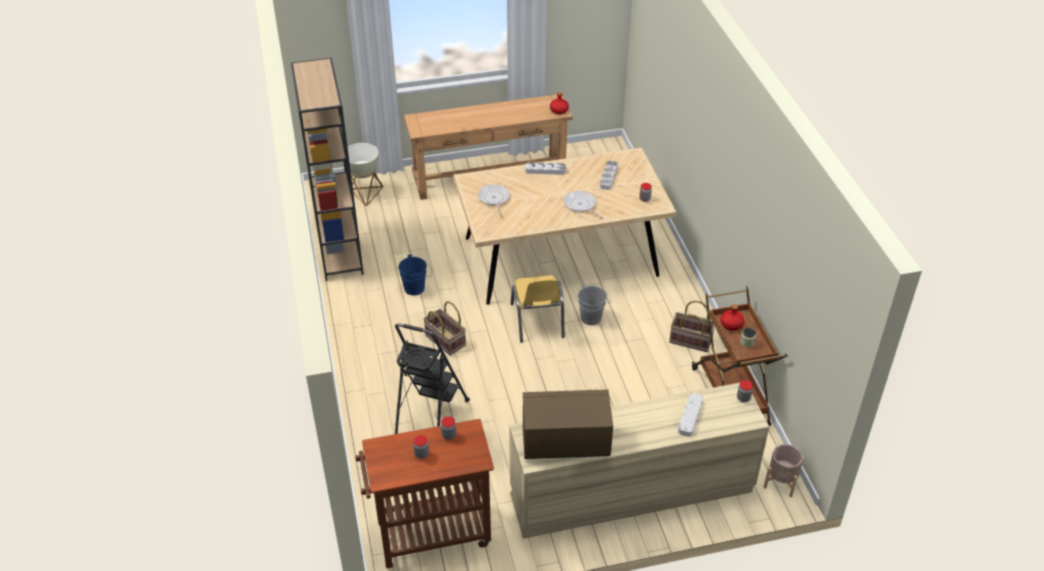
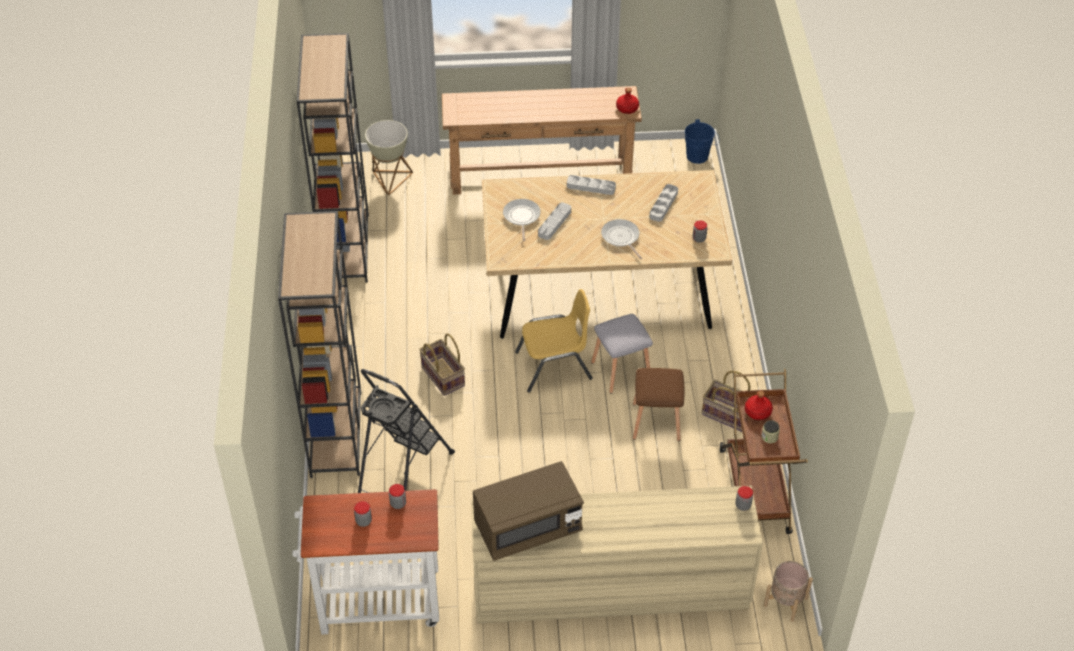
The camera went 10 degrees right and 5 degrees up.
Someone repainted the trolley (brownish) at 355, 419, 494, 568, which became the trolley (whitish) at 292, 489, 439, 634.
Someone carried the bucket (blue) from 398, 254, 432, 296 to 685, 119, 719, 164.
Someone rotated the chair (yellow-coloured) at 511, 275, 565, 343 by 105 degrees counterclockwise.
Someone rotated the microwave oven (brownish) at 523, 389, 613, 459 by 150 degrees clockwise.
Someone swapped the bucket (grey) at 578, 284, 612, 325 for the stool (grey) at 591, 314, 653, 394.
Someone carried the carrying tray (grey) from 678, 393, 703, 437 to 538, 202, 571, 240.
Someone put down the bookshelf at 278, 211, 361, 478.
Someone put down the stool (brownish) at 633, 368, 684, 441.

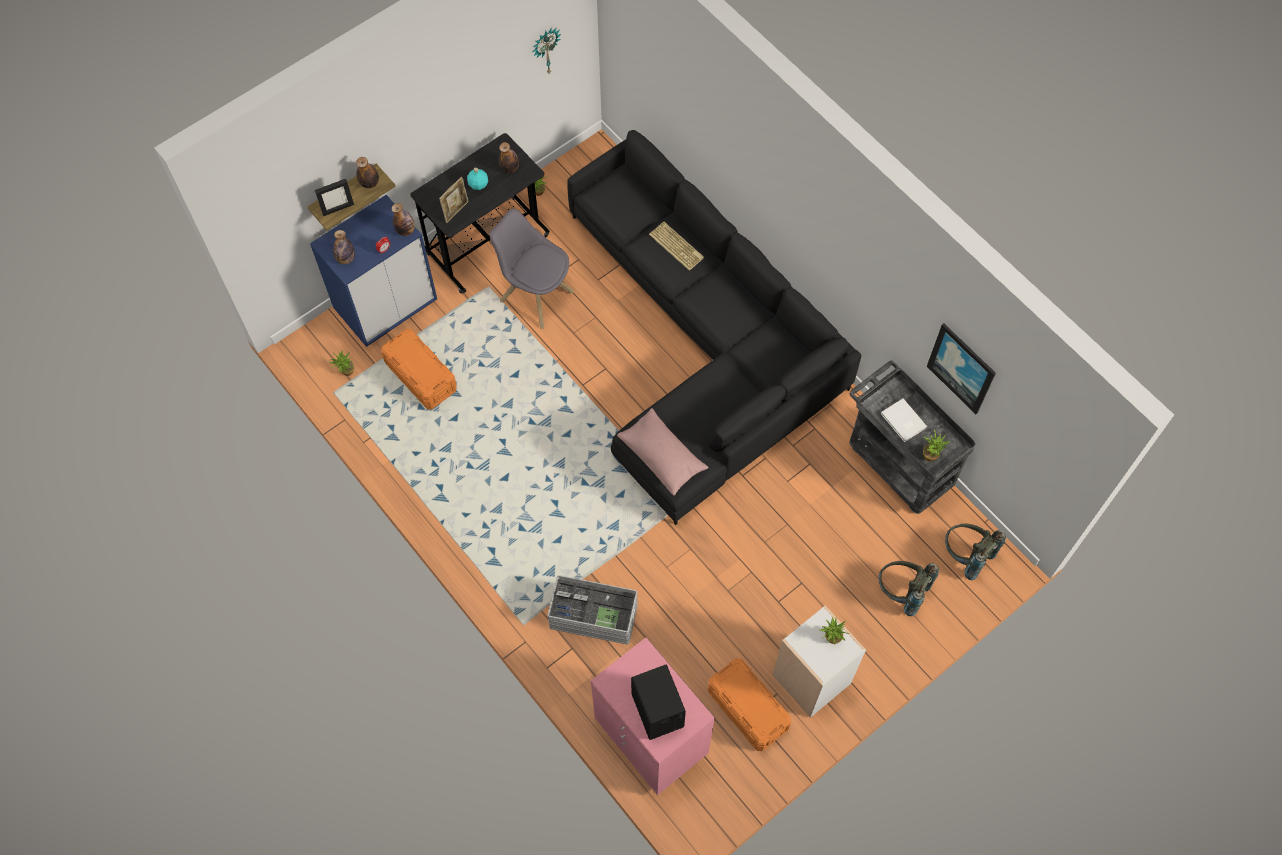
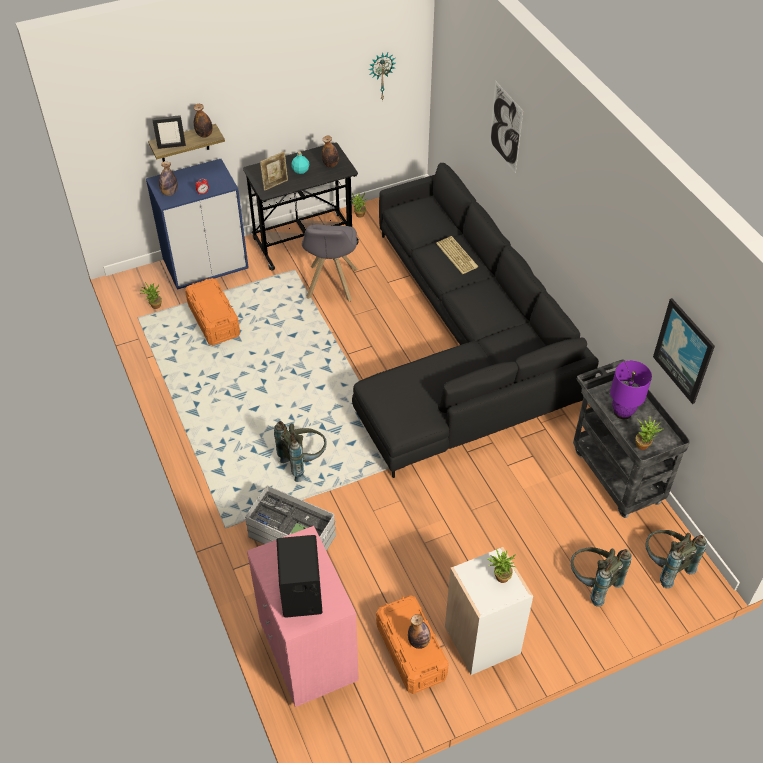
The camera went 15 degrees right and 15 degrees down.
Someone carried the beverage bottle from 391, 203, 415, 236 to 408, 614, 431, 649.
Someone rotated the chair (grey) at 490, 208, 574, 329 by 135 degrees counterclockwise.
Someone took away the throw pillow (pink) at 617, 408, 709, 496.
Someone swapped the book (whitish) at 881, 398, 927, 442 for the table lamp (purple-coloured) at 610, 361, 652, 419.
Someone put down the rucksack (grey) at 274, 421, 327, 482.
Someone put up the wall art at 489, 81, 523, 173.

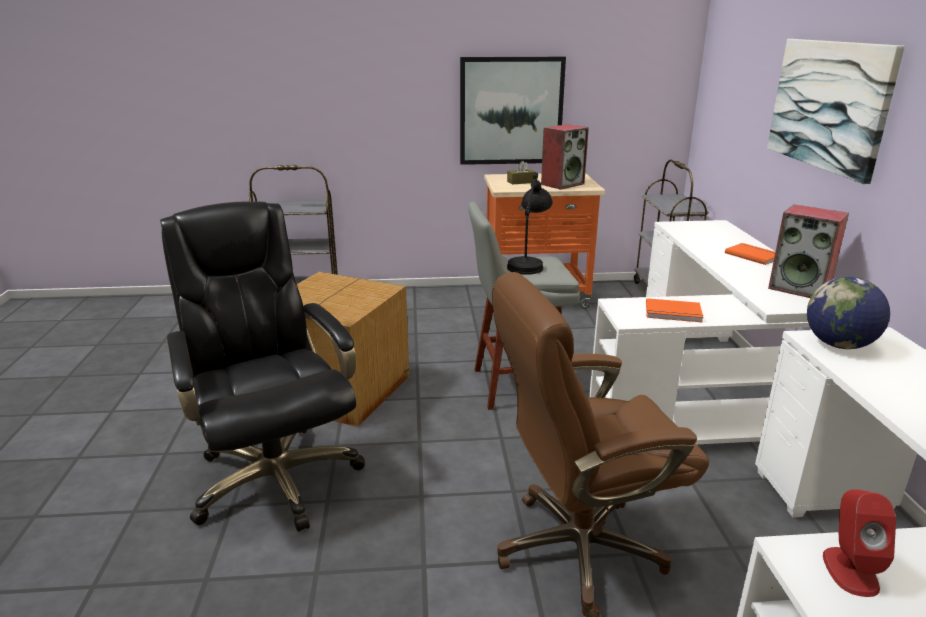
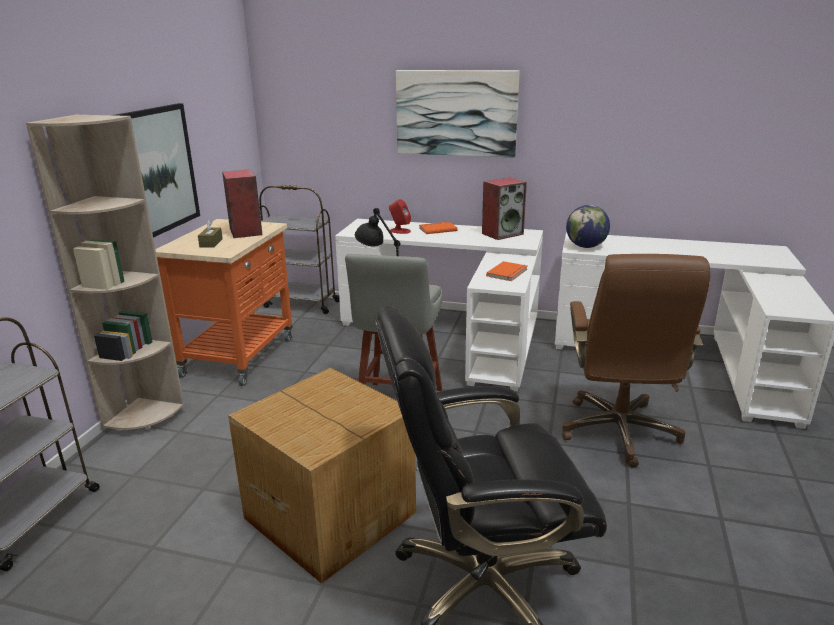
The camera went 70 degrees left and 0 degrees up.
Someone carried the audio speaker (reddish) from 823, 489, 896, 597 to 389, 199, 411, 234.
Someone put down the bookshelf (beige) at 26, 115, 184, 431.

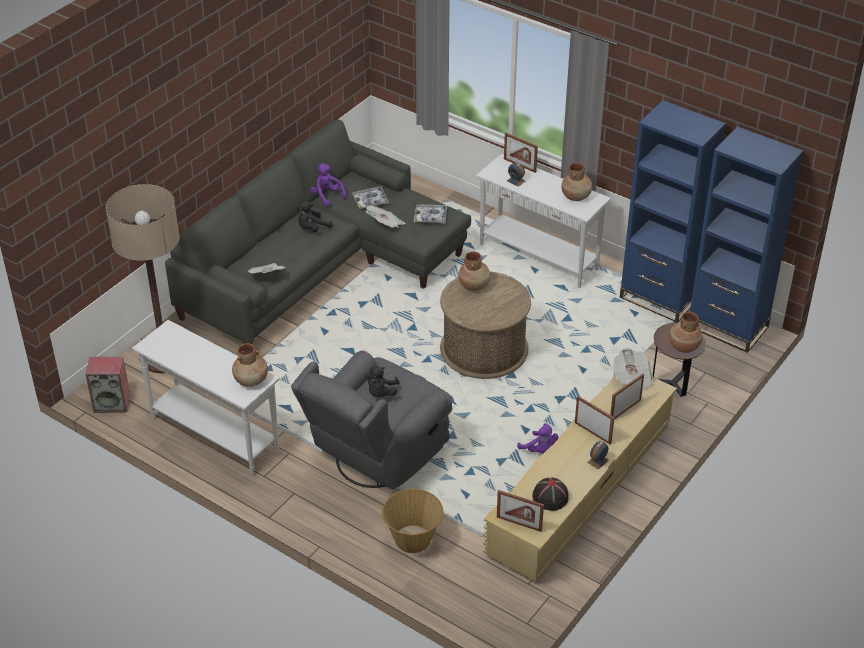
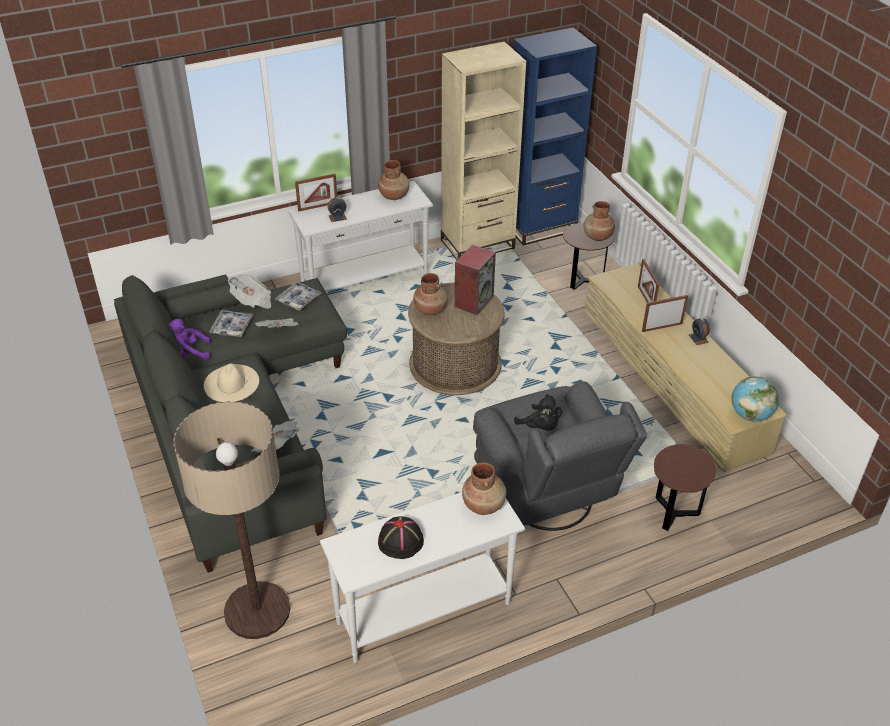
The camera went 60 degrees left and 0 degrees up.
Someone carried the audio speaker from 86, 357, 130, 413 to 454, 245, 496, 315.
Someone swapped the cuddly toy (black-coloured) at 297, 200, 333, 232 for the wearable hat (beige) at 204, 363, 259, 402.
Someone swapped the household basket at 382, 489, 443, 553 for the accent table (brownish) at 654, 444, 716, 531.
Someone swapped the standing frame at 497, 490, 544, 532 for the globe at 732, 376, 779, 422.
Someone took away the cuddly toy (purple-coloured) at 517, 423, 558, 454.
Someone carried the wearable hat (black-coloured) from 532, 477, 569, 511 to 378, 516, 424, 559.
Someone carried the daily paper from 613, 348, 653, 391 to 228, 274, 271, 309.
Someone repainted the bookshelf (blue) at 620, 100, 726, 323, which became the bookshelf (beige) at 441, 41, 526, 260.

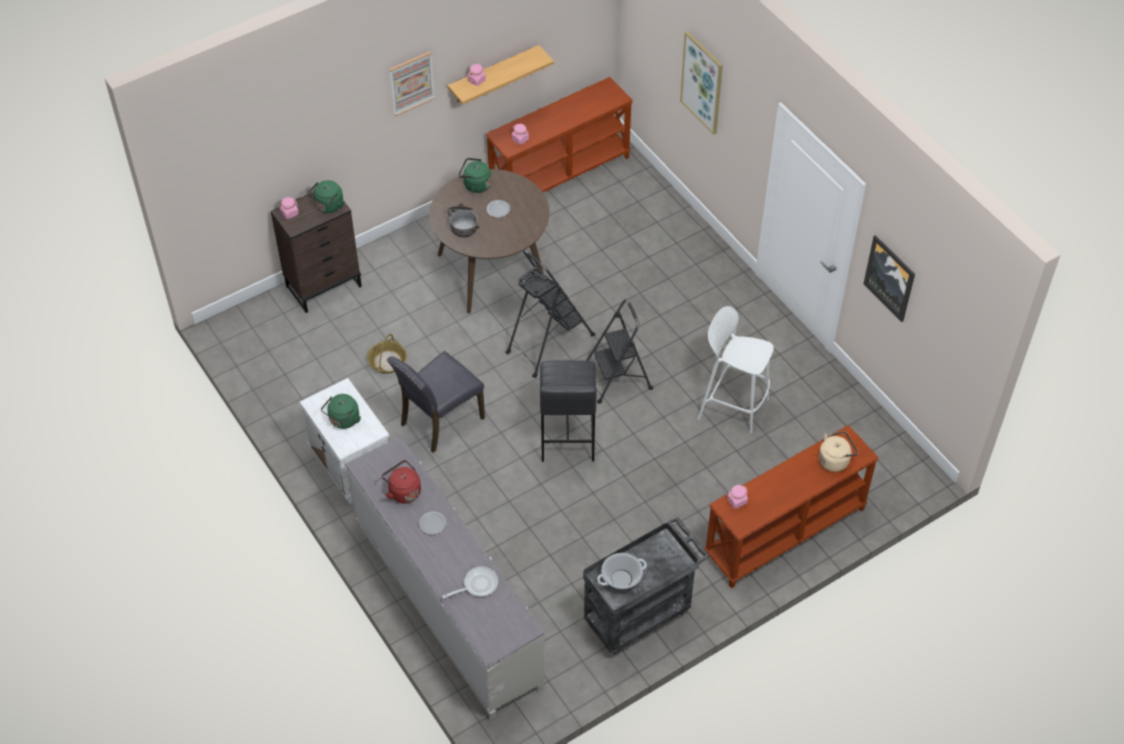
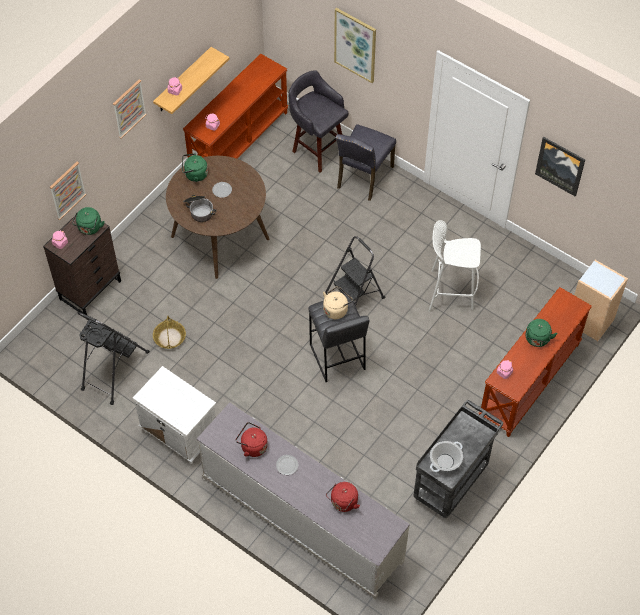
The camera went 20 degrees left and 5 degrees up.
Someone carried the kettle (greenish) from 321, 394, 361, 429 to 526, 319, 557, 347.
Someone carried the chair (grey) from 387, 351, 485, 453 to 336, 124, 396, 201.
Someone swapped the pan at 442, 567, 498, 598 for the kettle (reddish) at 326, 482, 360, 512.
Someone carried the step stool from 505, 250, 596, 378 to 78, 312, 150, 405.
Someone carried the kettle (beige) from 819, 431, 858, 472 to 323, 286, 353, 319.
Someone put up the wall art at 50, 162, 86, 220.
Someone put down the stool (grey) at 288, 70, 348, 173.
Someone put down the bookshelf at 574, 260, 628, 341.

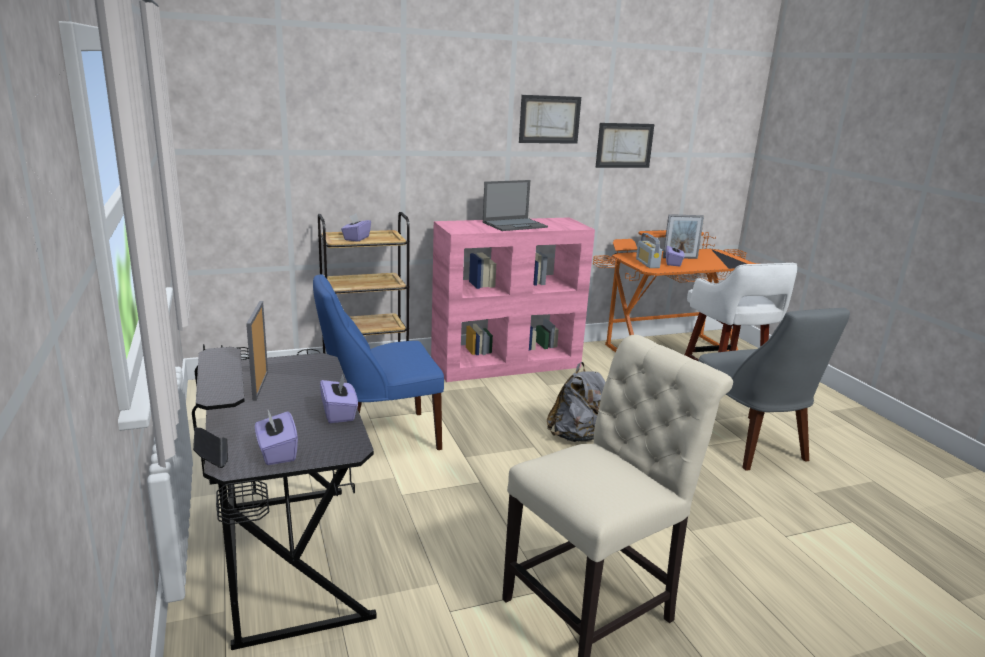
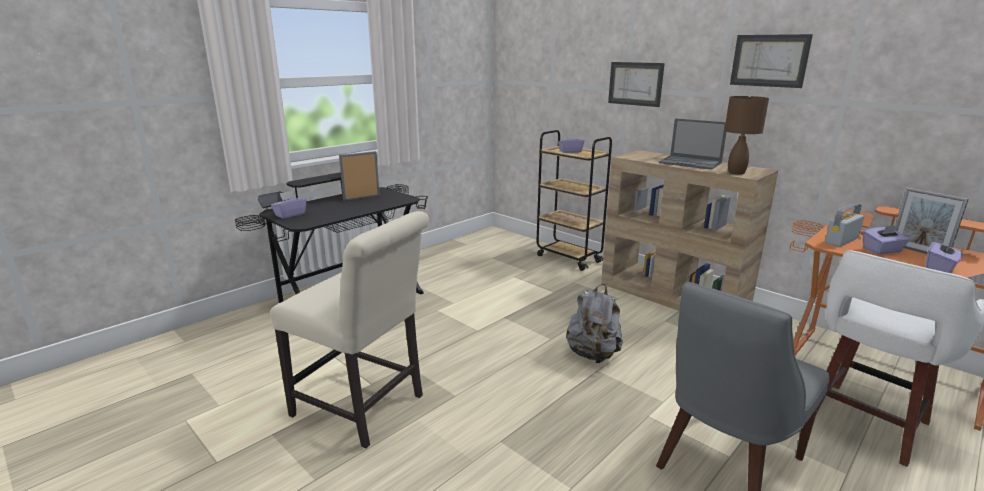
The camera went 65 degrees right and 0 degrees up.
Someone took away the chair (blue) at 313, 274, 444, 450.
Someone carried the tissue holder (purple-coloured) from 320, 374, 358, 423 to 926, 239, 963, 273.
Someone repainted the bookshelf (pink) at 431, 217, 595, 382, which became the bookshelf (brownish) at 601, 150, 778, 311.
Someone carried the wall art from 595, 123, 654, 168 to 608, 62, 665, 107.
Someone put down the table lamp (brownish) at 724, 96, 769, 175.

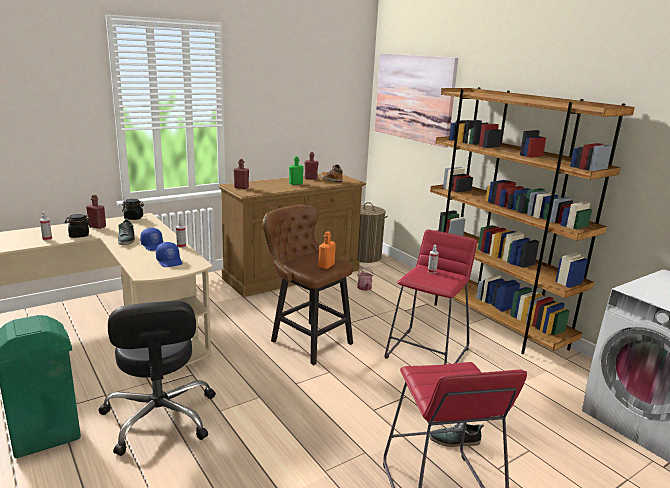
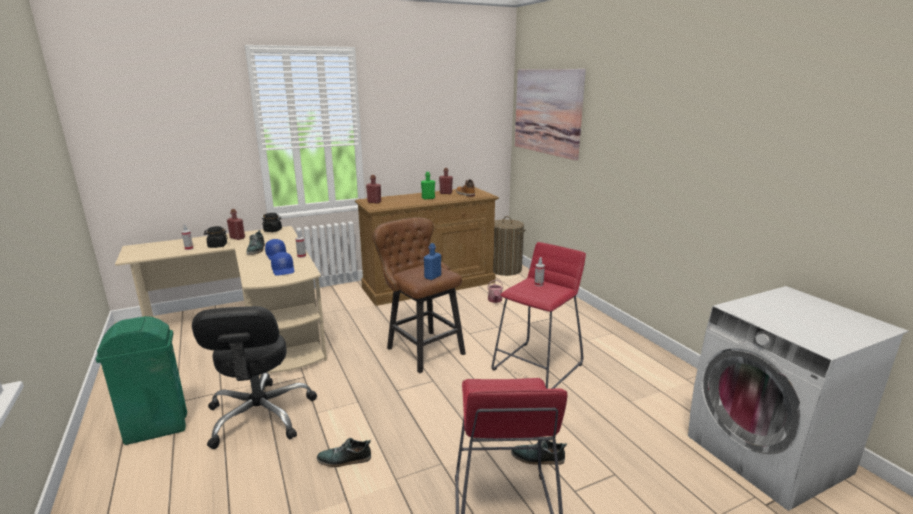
The camera went 10 degrees right and 0 degrees up.
Someone repainted the beverage bottle (orange-coloured) at 318, 231, 336, 269, which became the beverage bottle (blue) at 424, 243, 441, 280.
Someone took away the bookshelf (brownish) at 430, 87, 635, 354.
Someone put down the low shoe at 317, 438, 371, 467.

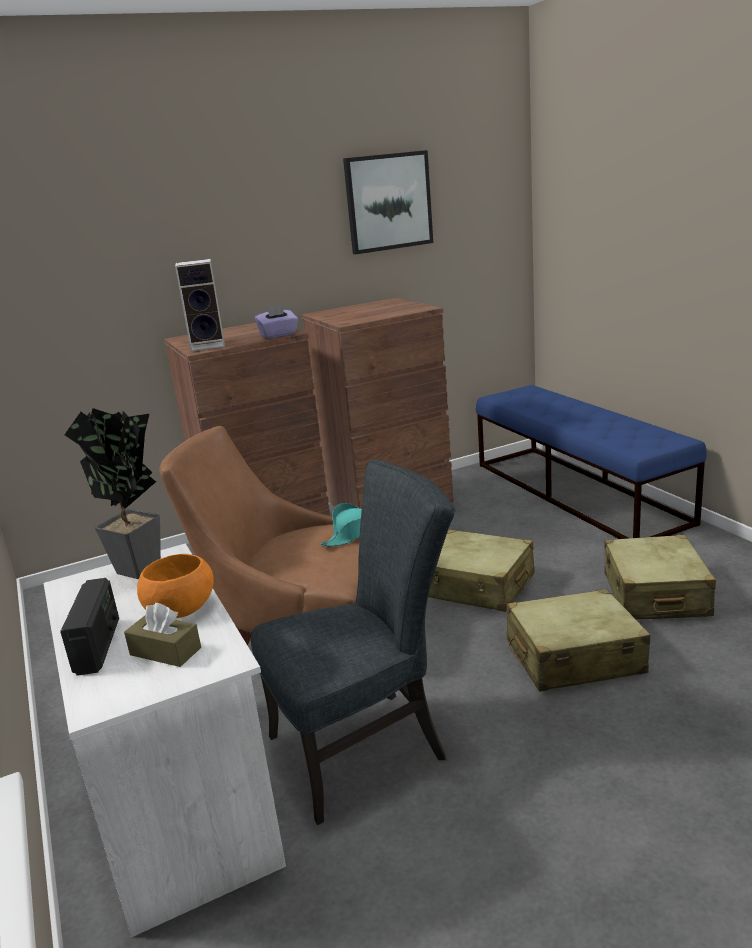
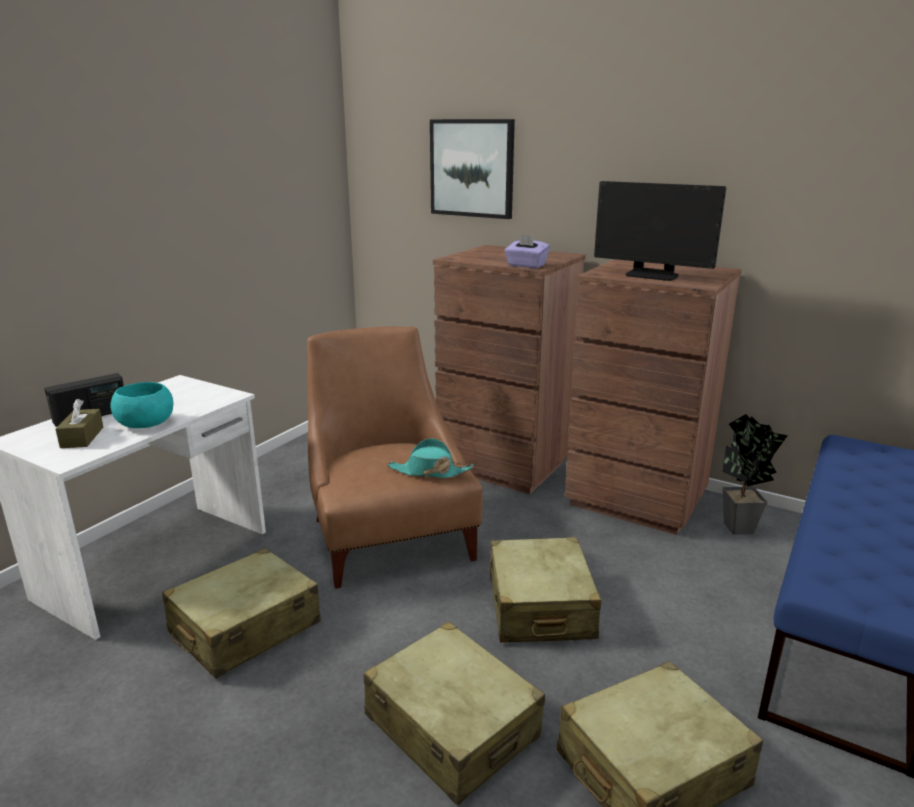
The camera went 55 degrees right and 0 degrees up.
Someone carried the houseplant from 65, 408, 161, 579 to 722, 414, 788, 535.
Someone repainted the deep dish (orange-coloured) at 137, 554, 214, 618, which became the deep dish (turquoise-coloured) at 110, 382, 173, 428.
Someone took away the audio speaker at 175, 259, 225, 351.
Someone swapped the chair (grey) at 251, 459, 456, 825 for the piece of luggage (beige) at 162, 548, 321, 679.
Someone carried the wall art from 343, 150, 433, 254 to 430, 119, 515, 219.
Someone put down the computer screen at 594, 181, 726, 281.

